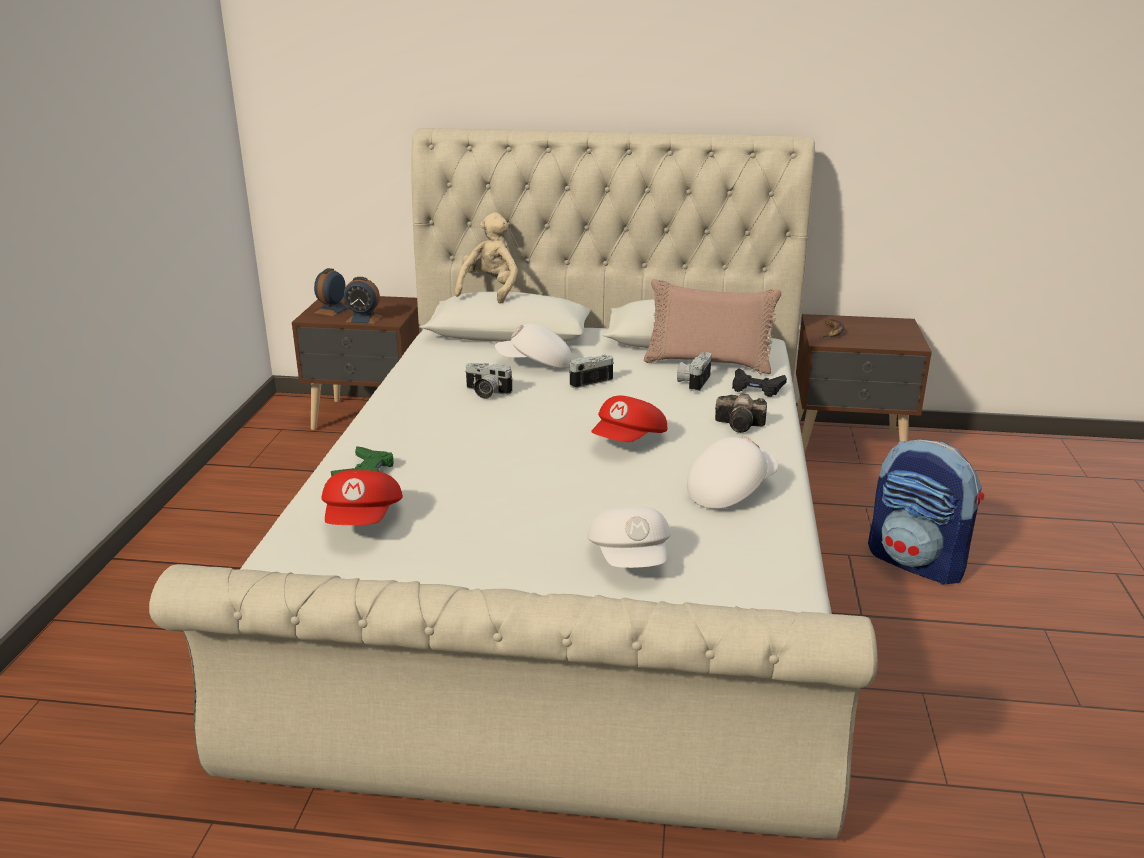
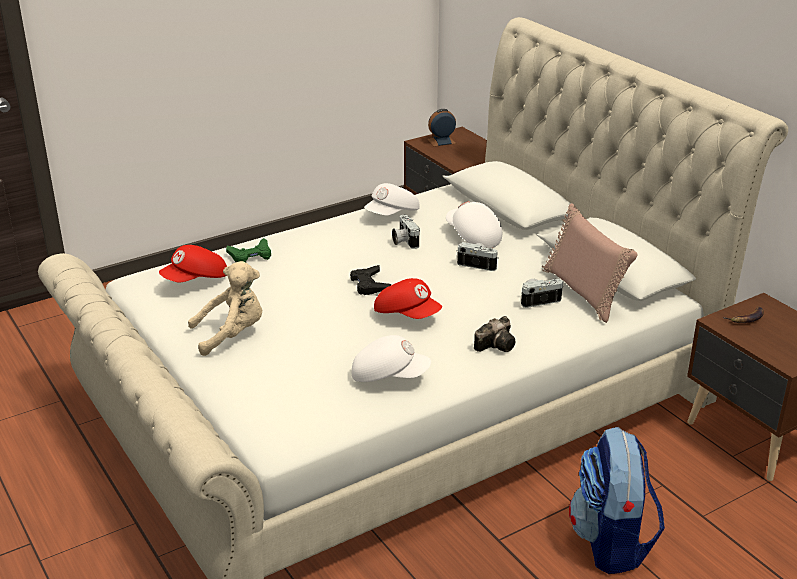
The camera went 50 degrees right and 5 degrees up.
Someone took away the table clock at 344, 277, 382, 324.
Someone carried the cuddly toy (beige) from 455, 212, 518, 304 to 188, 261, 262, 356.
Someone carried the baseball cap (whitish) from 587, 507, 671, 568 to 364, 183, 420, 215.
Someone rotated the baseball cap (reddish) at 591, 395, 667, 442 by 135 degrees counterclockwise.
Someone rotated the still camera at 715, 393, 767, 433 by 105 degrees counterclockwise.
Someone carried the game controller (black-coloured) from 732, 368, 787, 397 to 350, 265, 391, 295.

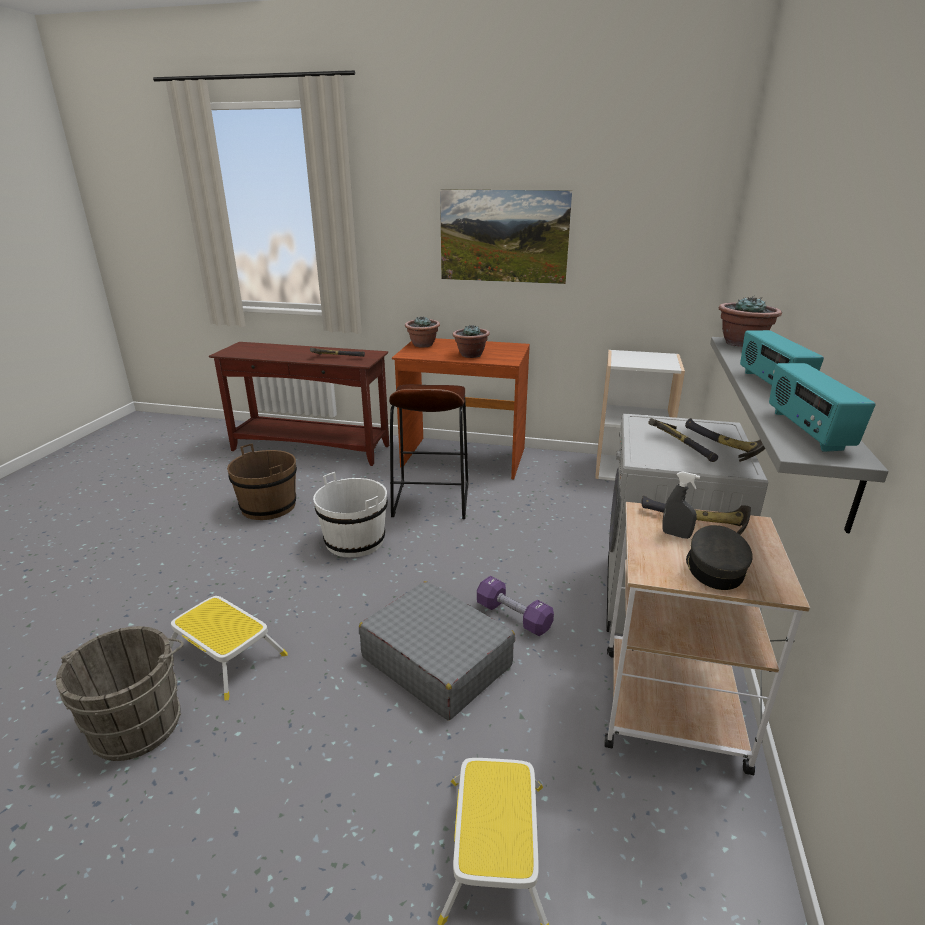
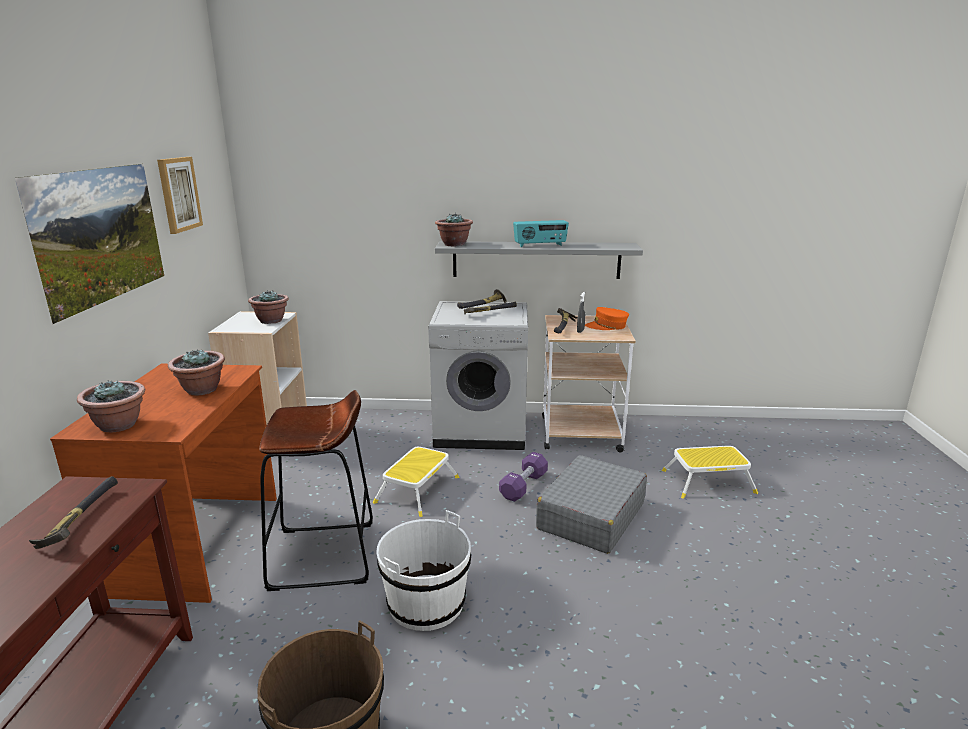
The camera went 100 degrees left and 5 degrees down.
Someone took away the bucket (grey) at 56, 626, 184, 761.
Someone carried the step stool (yellow-coloured) from 169, 596, 288, 701 to 373, 447, 460, 517.
Someone repainted the baseball cap (grey) at 686, 525, 753, 590, which became the baseball cap (orange-coloured) at 585, 307, 629, 330.
Someone took away the radio at 769, 363, 875, 452.
Someone put up the wall art at 157, 157, 203, 234.
Someone put down the houseplant at 248, 290, 289, 324.

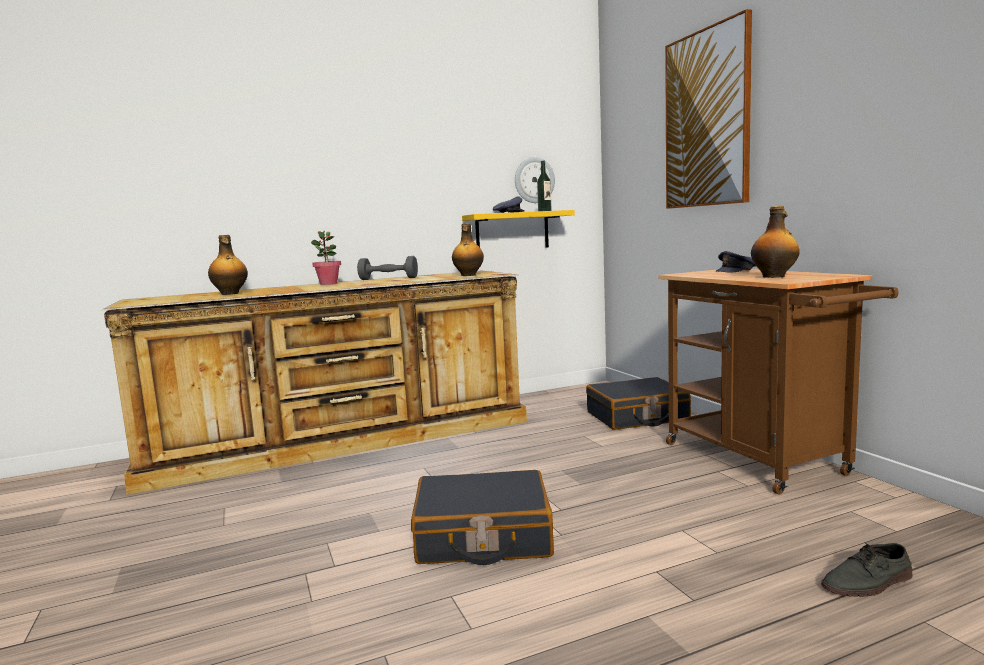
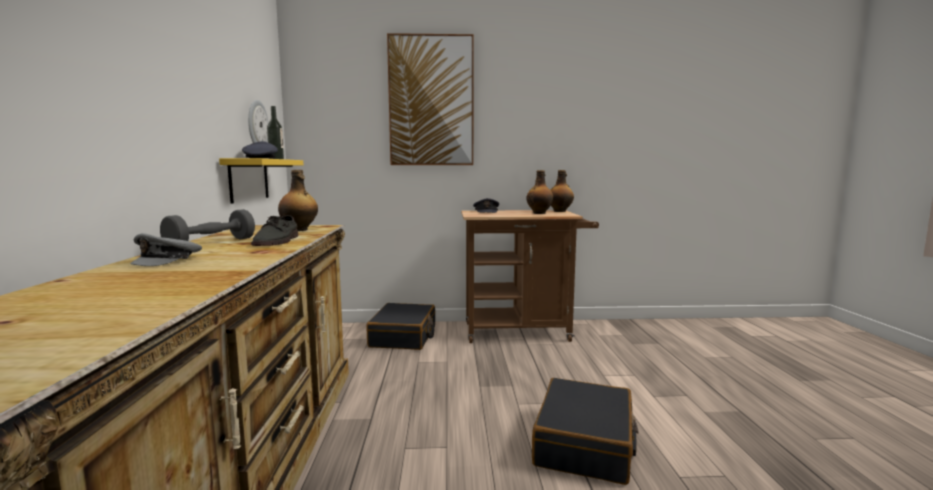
The camera went 70 degrees left and 0 degrees up.
Someone carried the beverage bottle from 208, 235, 248, 295 to 551, 170, 574, 212.
Someone swapped the houseplant at 311, 231, 341, 285 for the baseball cap (grey) at 130, 233, 202, 266.
Someone carried the low shoe (grey) from 821, 543, 913, 597 to 251, 215, 299, 246.

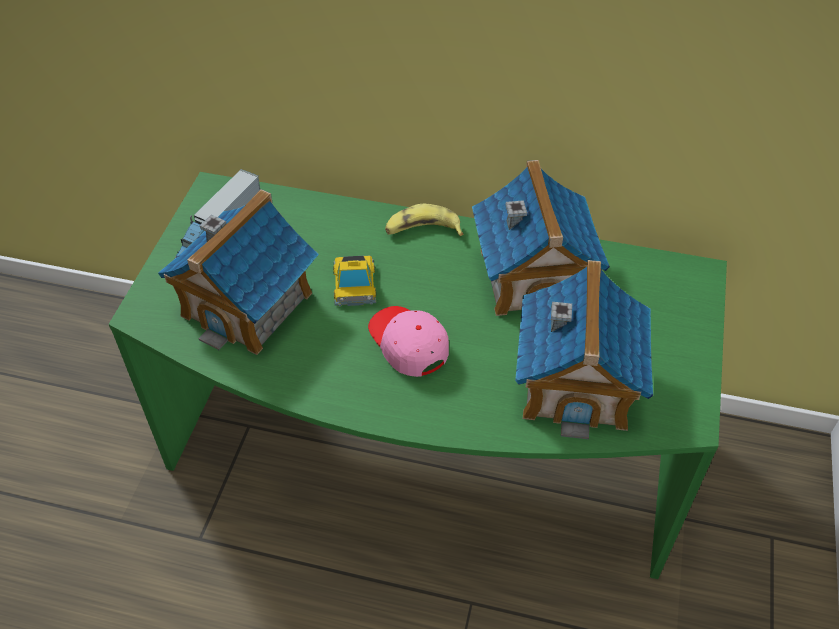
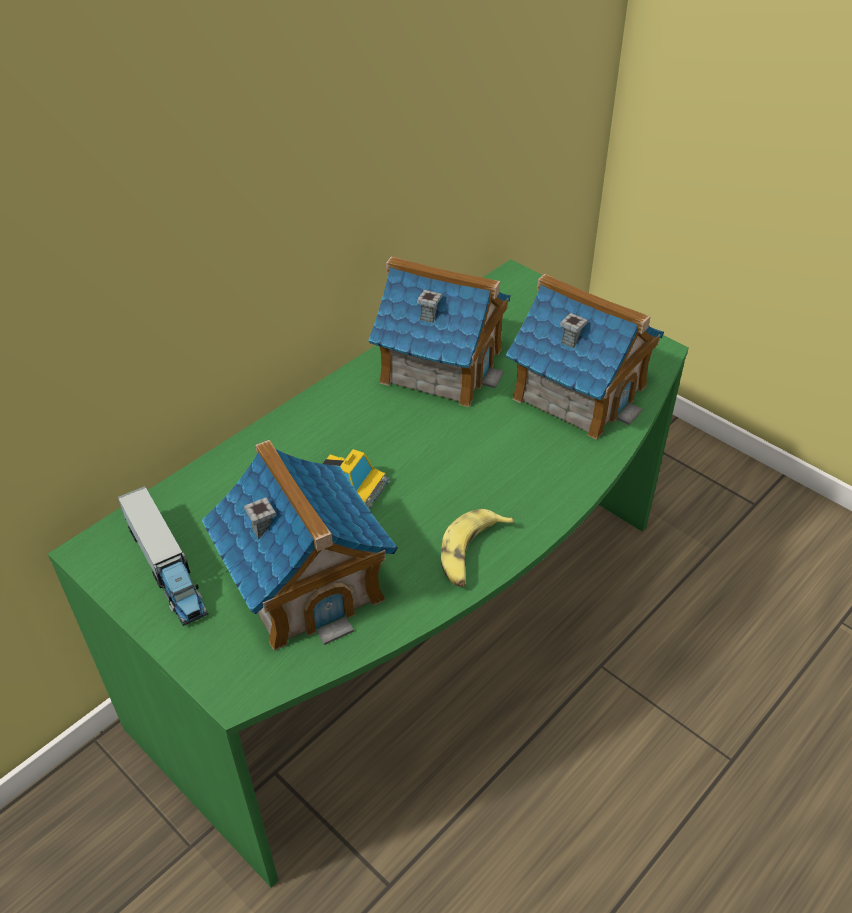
The camera went 60 degrees left and 5 degrees down.
Someone took away the baseball cap (pink) at 368, 306, 449, 377.
Someone carried the banana from 385, 204, 463, 236 to 441, 509, 514, 587.

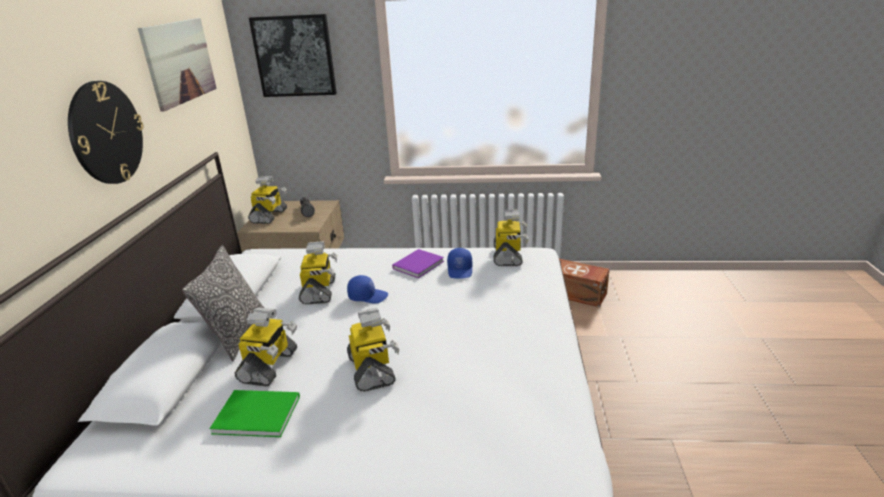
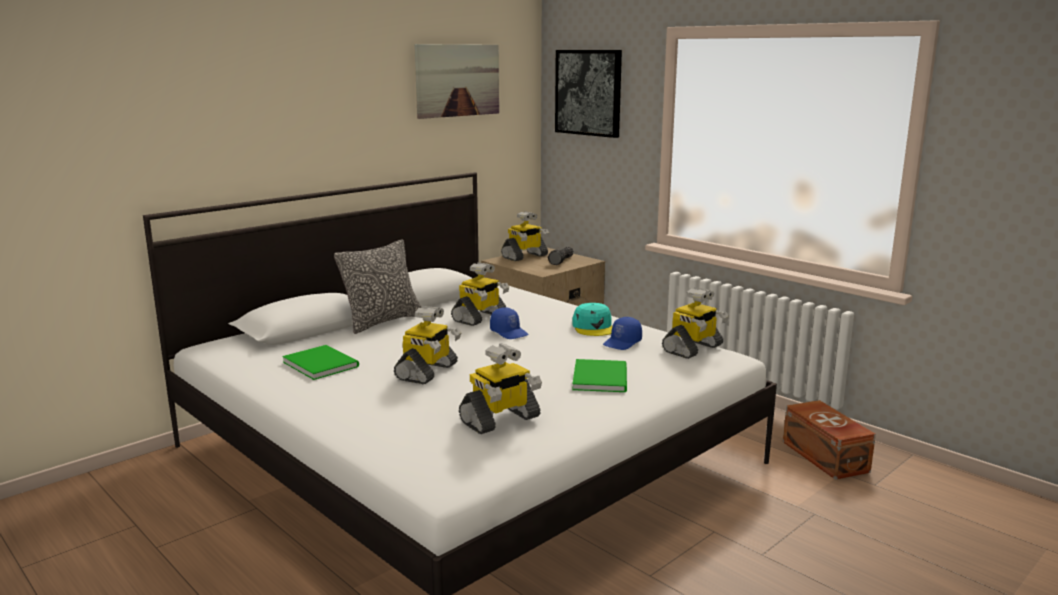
The camera went 40 degrees right and 10 degrees down.
Someone took away the hanging clock at 68, 81, 144, 184.
Someone carried the model robot from 235, 308, 297, 386 to 459, 343, 542, 434.
Someone swapped the book (purple-coloured) at 392, 249, 444, 278 for the baseball cap (turquoise-coloured) at 572, 303, 612, 336.
Someone put down the book (greenish) at 572, 359, 627, 392.

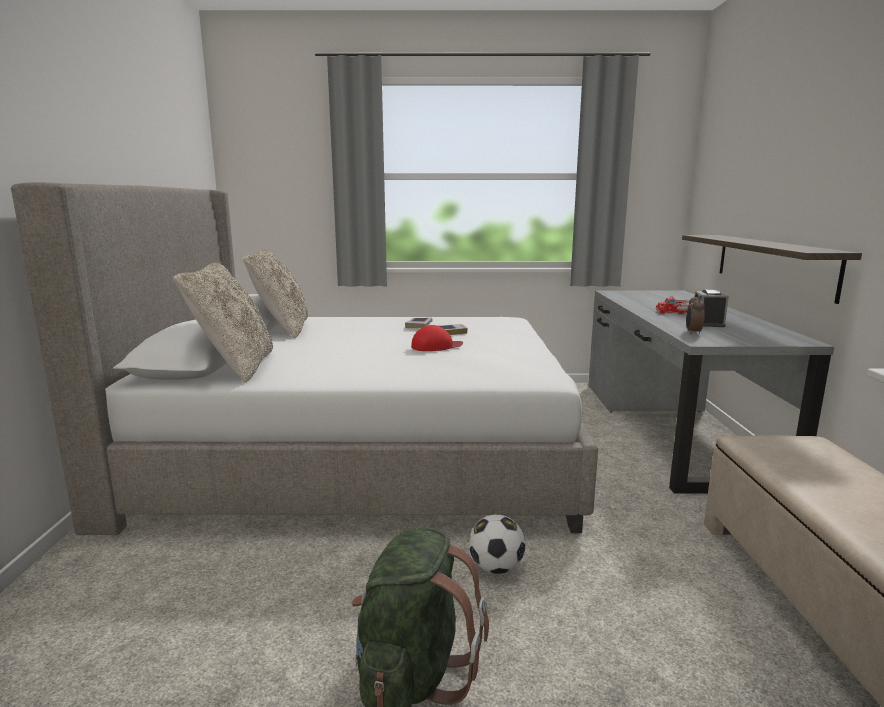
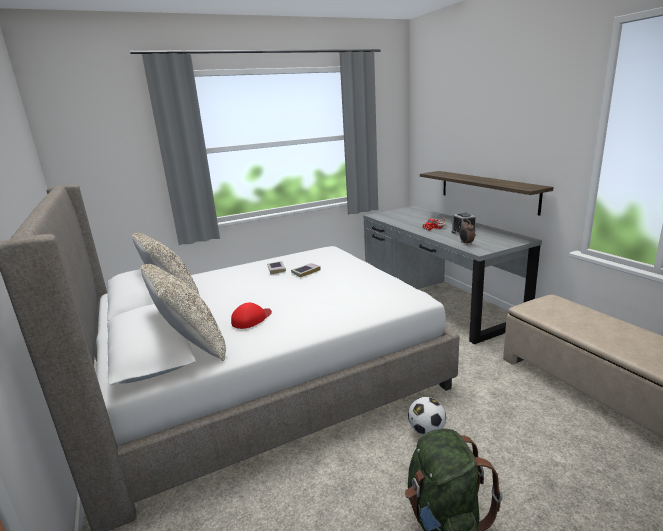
The camera went 25 degrees left and 5 degrees up.
Someone carried the baseball cap (reddish) from 411, 325, 463, 351 to 231, 302, 272, 329.

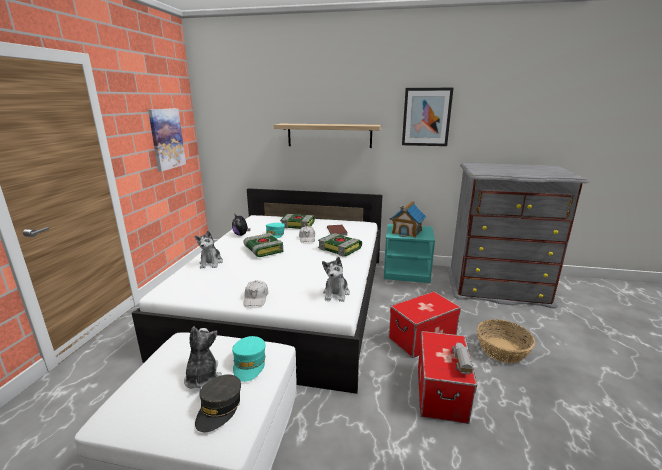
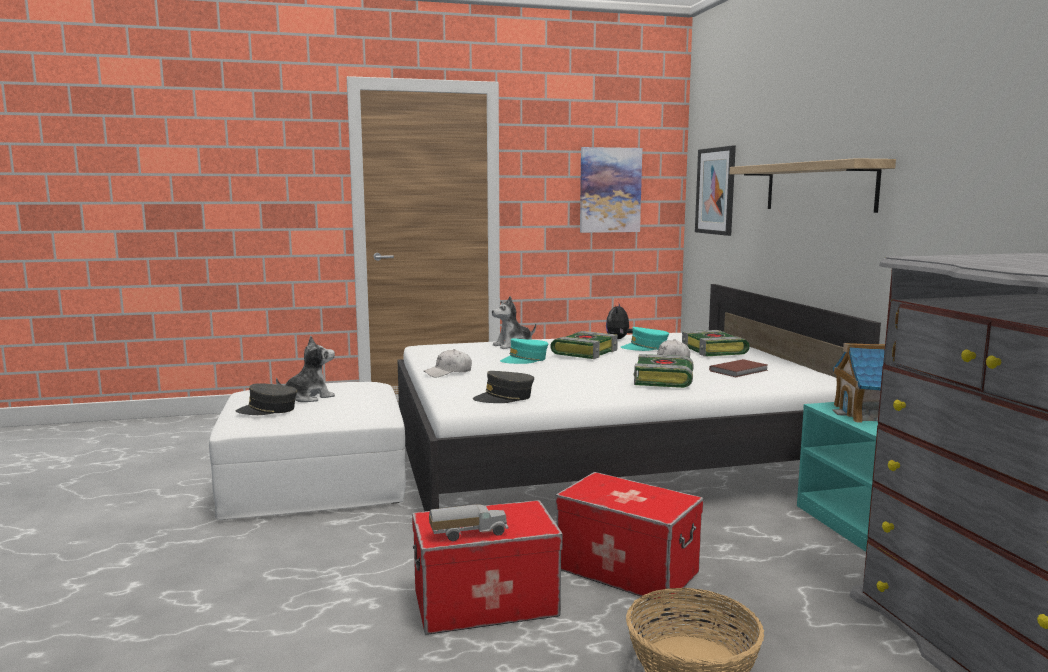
The camera went 65 degrees right and 10 degrees down.
Someone carried the baseball cap (turquoise-coloured) from 232, 336, 266, 382 to 500, 338, 548, 364.
Someone swapped the cuddly toy at 322, 257, 350, 302 for the baseball cap (grey) at 473, 371, 534, 403.
Someone carried the wall art from 402, 88, 453, 146 to 695, 146, 736, 236.

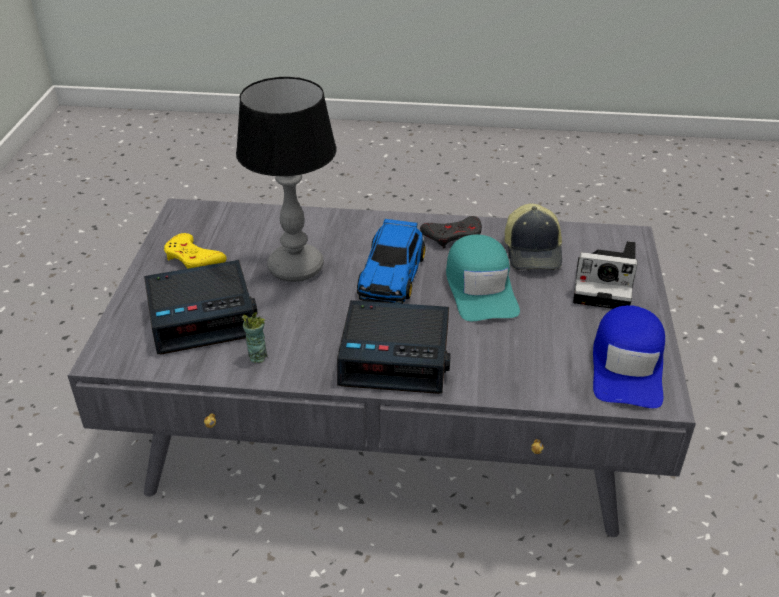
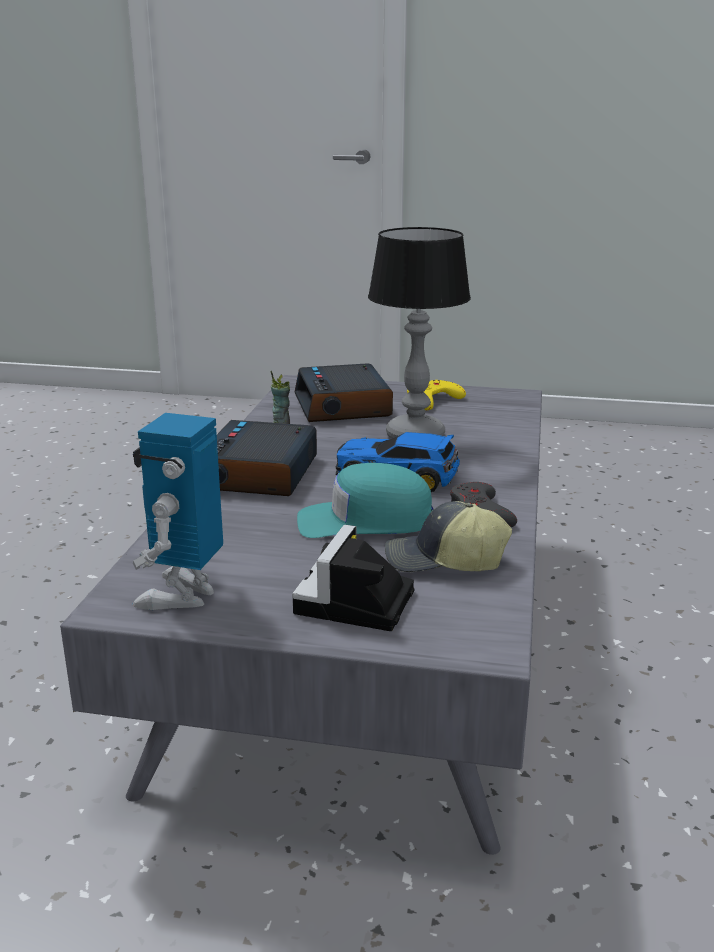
The camera went 95 degrees right and 15 degrees down.
Someone swapped the baseball cap (blue) at 593, 305, 665, 408 for the model robot at 132, 413, 223, 610.

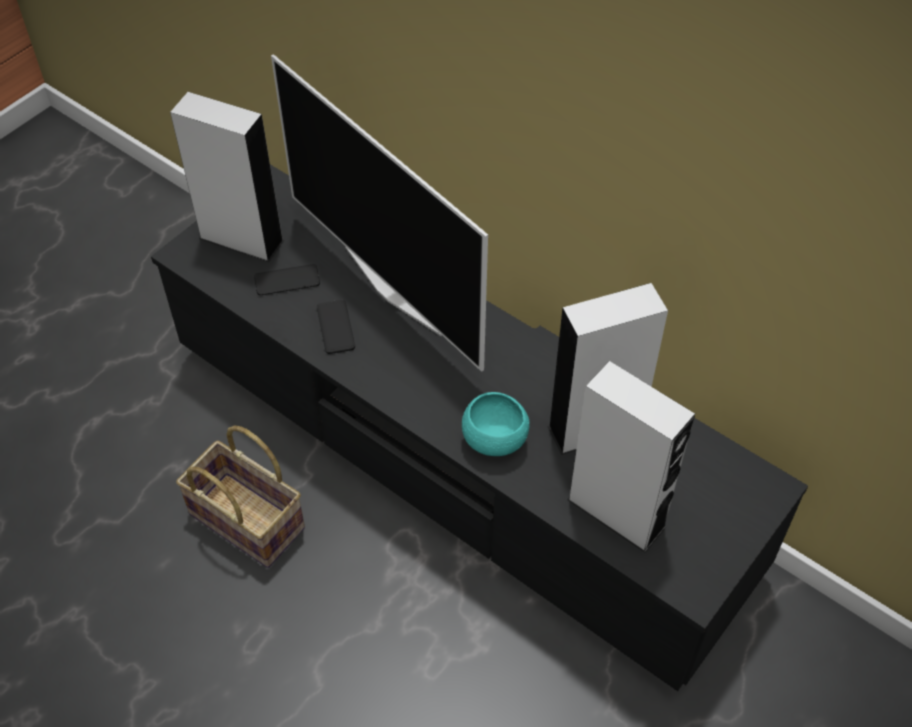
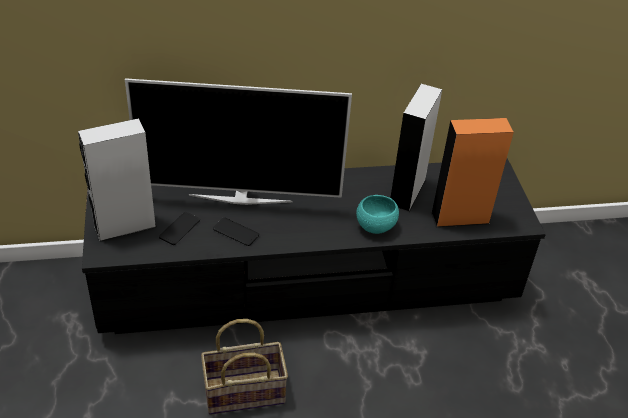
The camera went 50 degrees left and 10 degrees down.
Someone repainted the audio speaker (grey) at 567, 361, 695, 553, which became the audio speaker (orange-coloured) at 431, 118, 514, 227.

